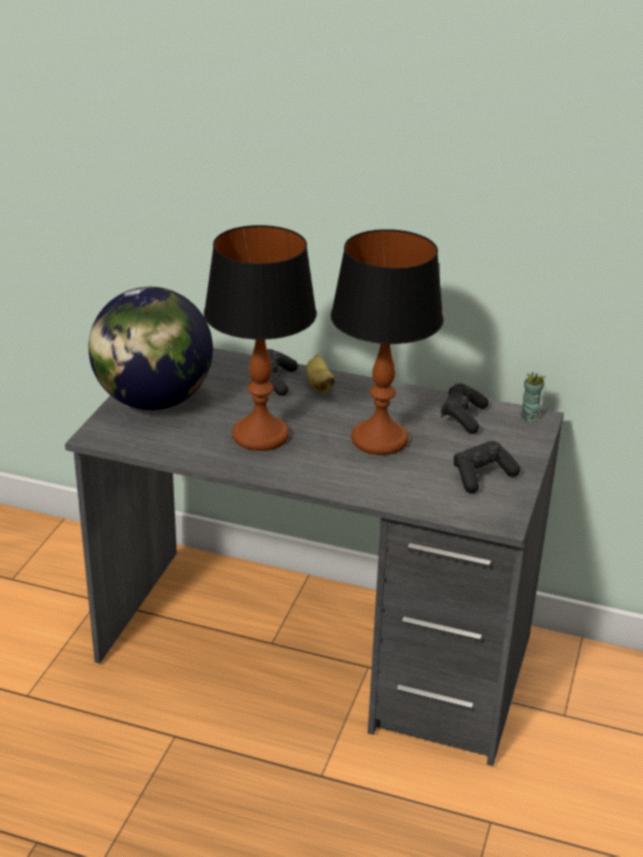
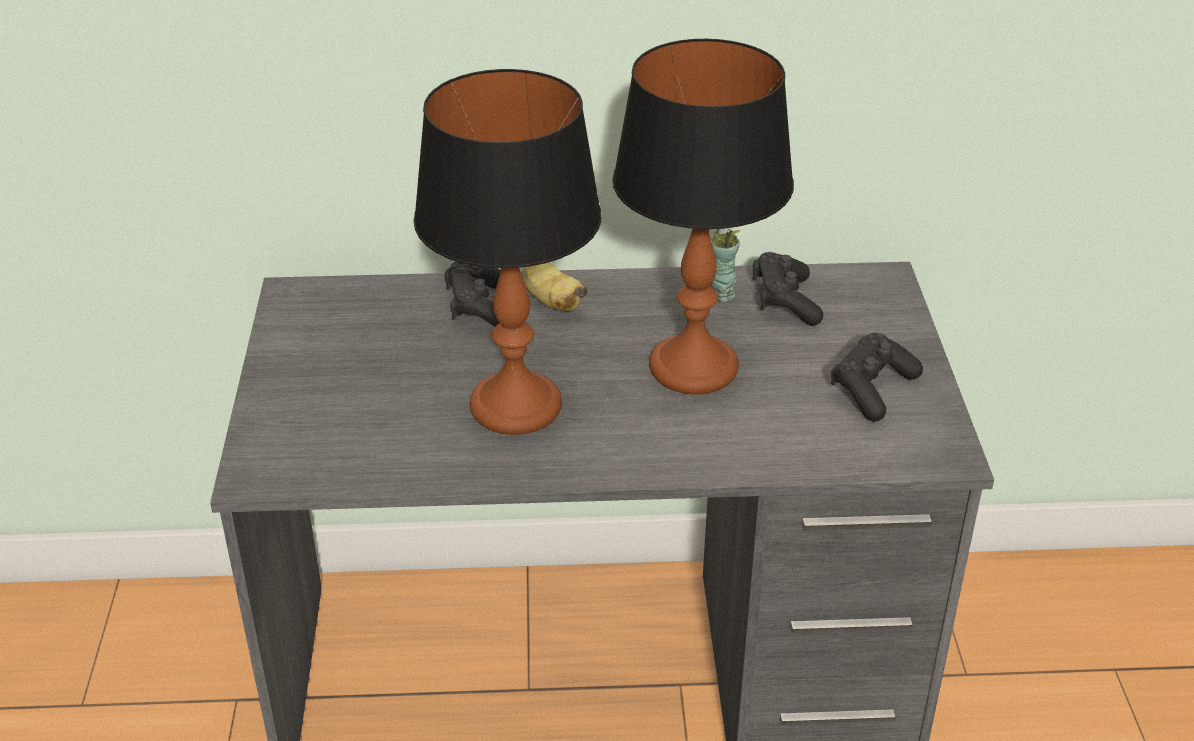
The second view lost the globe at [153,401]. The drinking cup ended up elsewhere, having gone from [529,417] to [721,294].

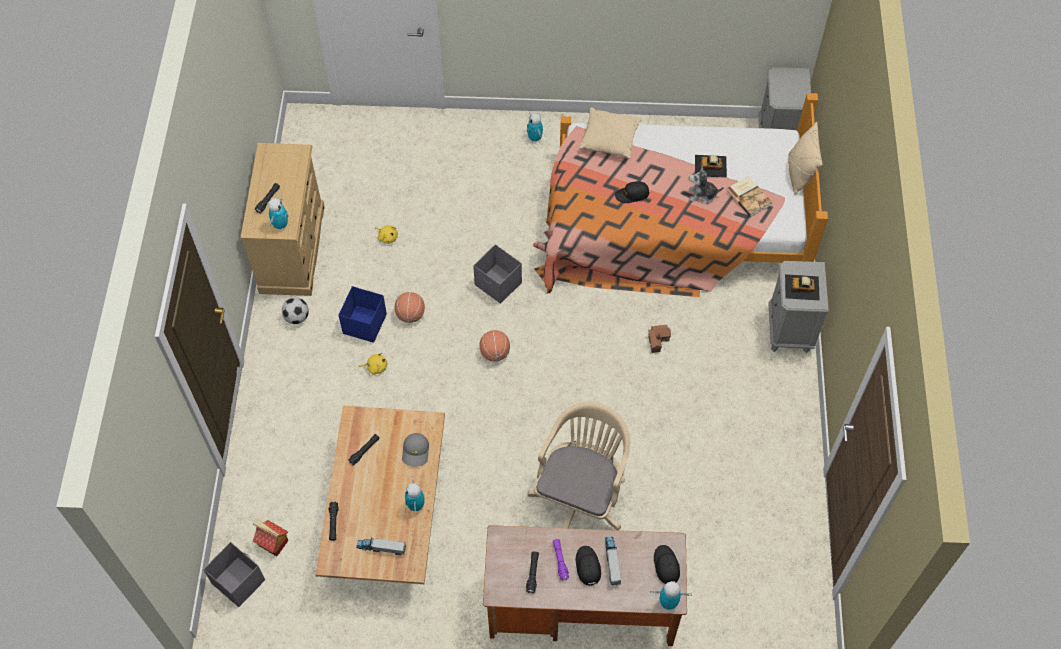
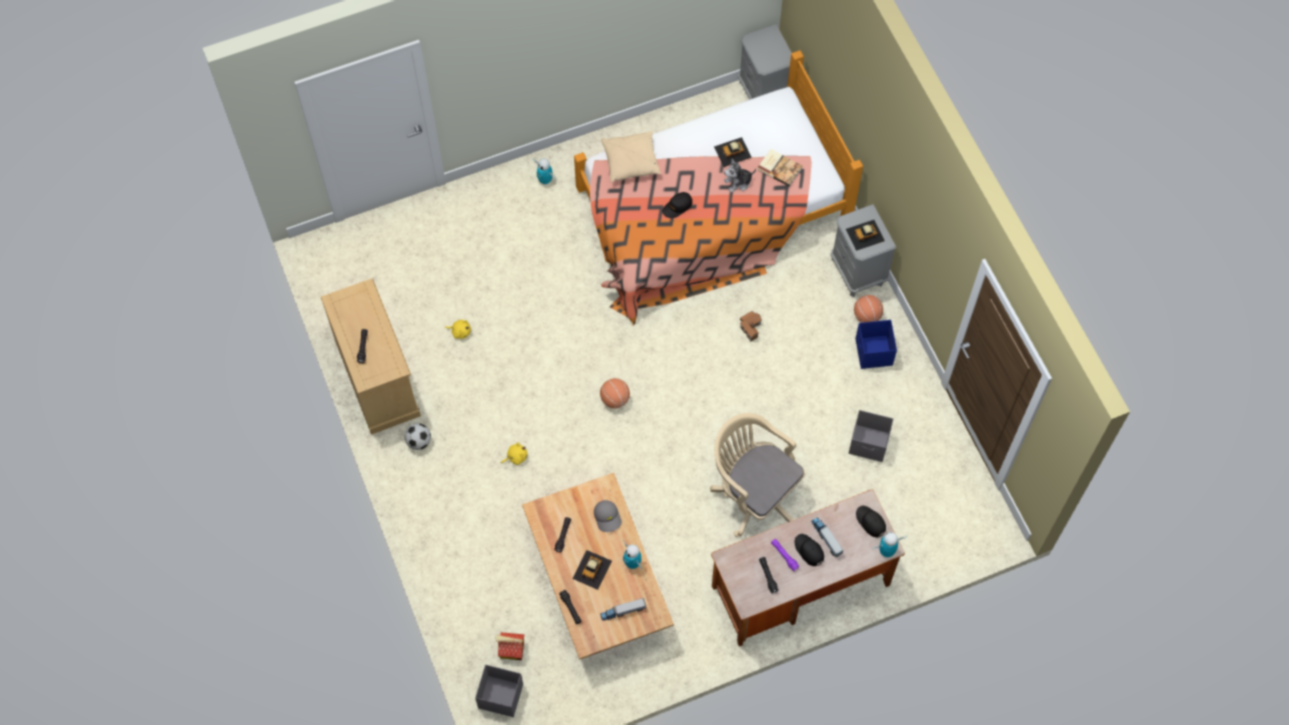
The second view lost the robot figure at [280,225]. The blue-coloured storage box ended up elsewhere, having gone from [364,324] to [873,353]. The basketball ended up elsewhere, having gone from [410,314] to [866,316]. The greyish storage box ended up elsewhere, having gone from [498,284] to [869,444]. The beige-coloured computer chair at [581,496] ended up facing another way, 45 degrees counterclockwise from before. The second view lost the beige-coloured cushion at [799,174]. The second view gained the model car at [592,569].

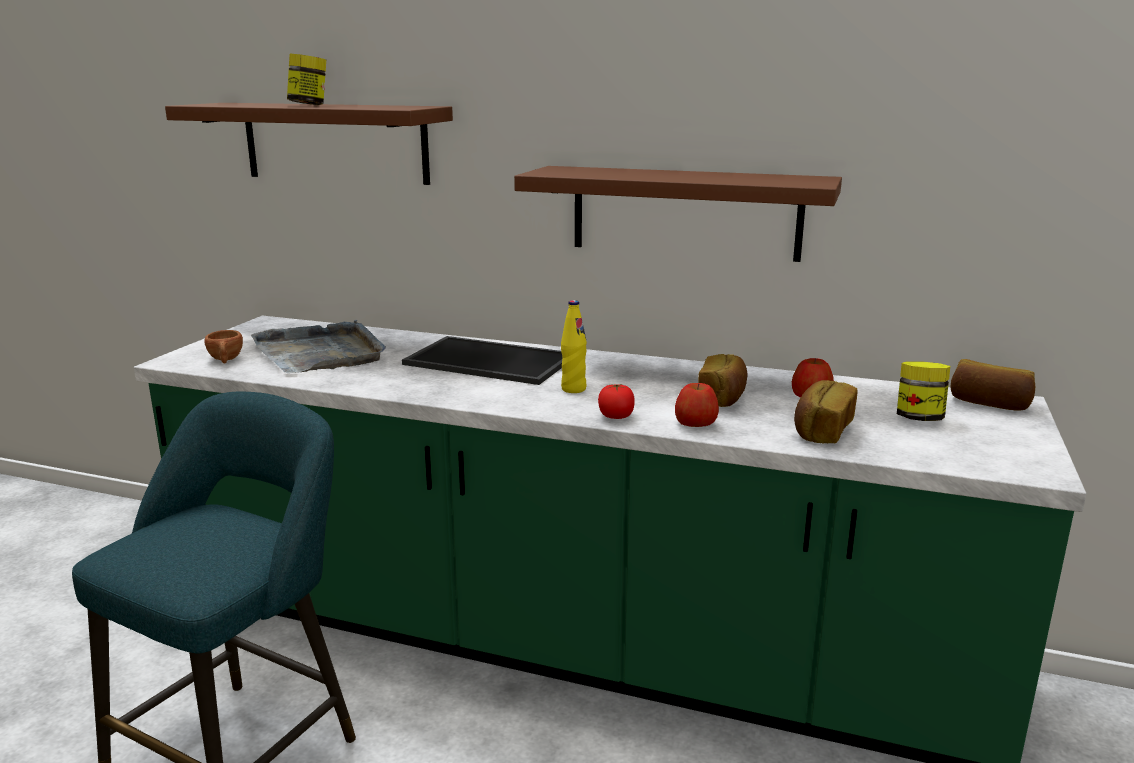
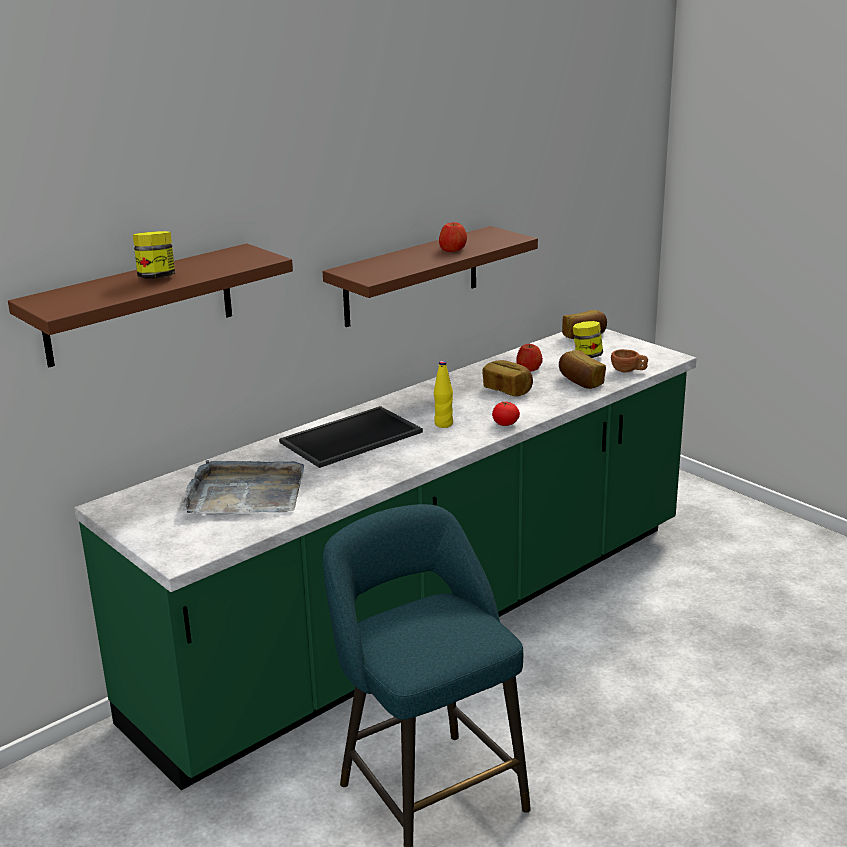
The brownish drinking cup ended up elsewhere, having gone from [226,360] to [628,371]. The apple fruit ended up elsewhere, having gone from [695,423] to [453,249].

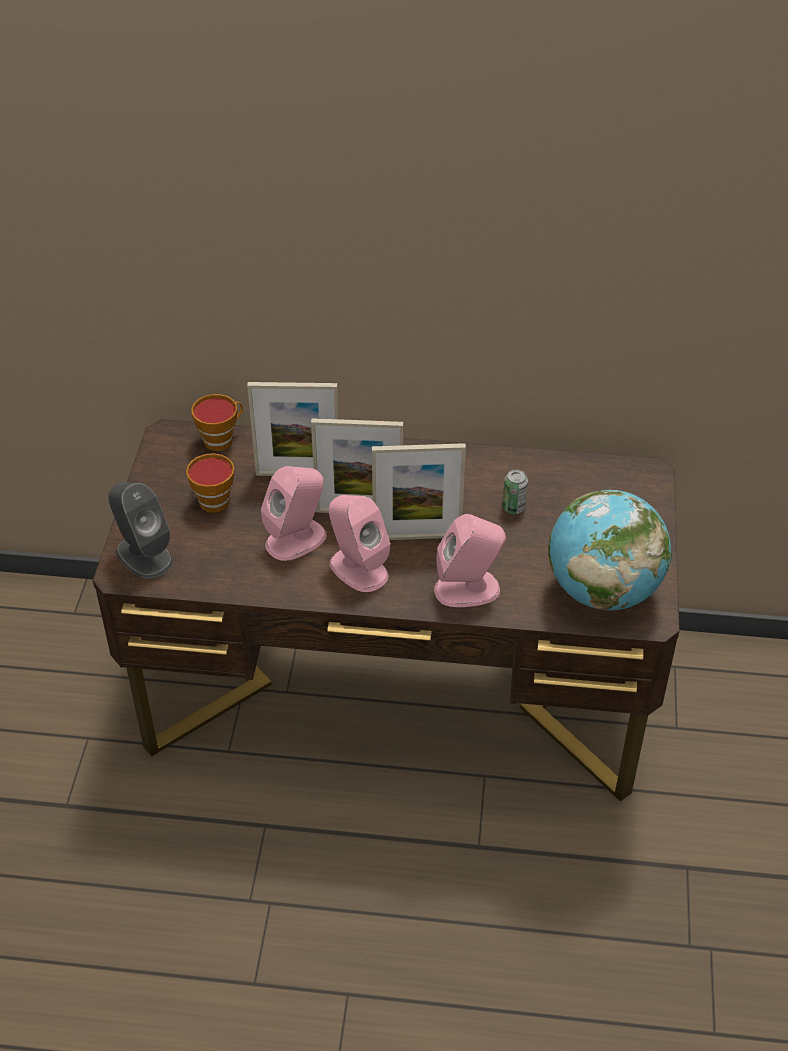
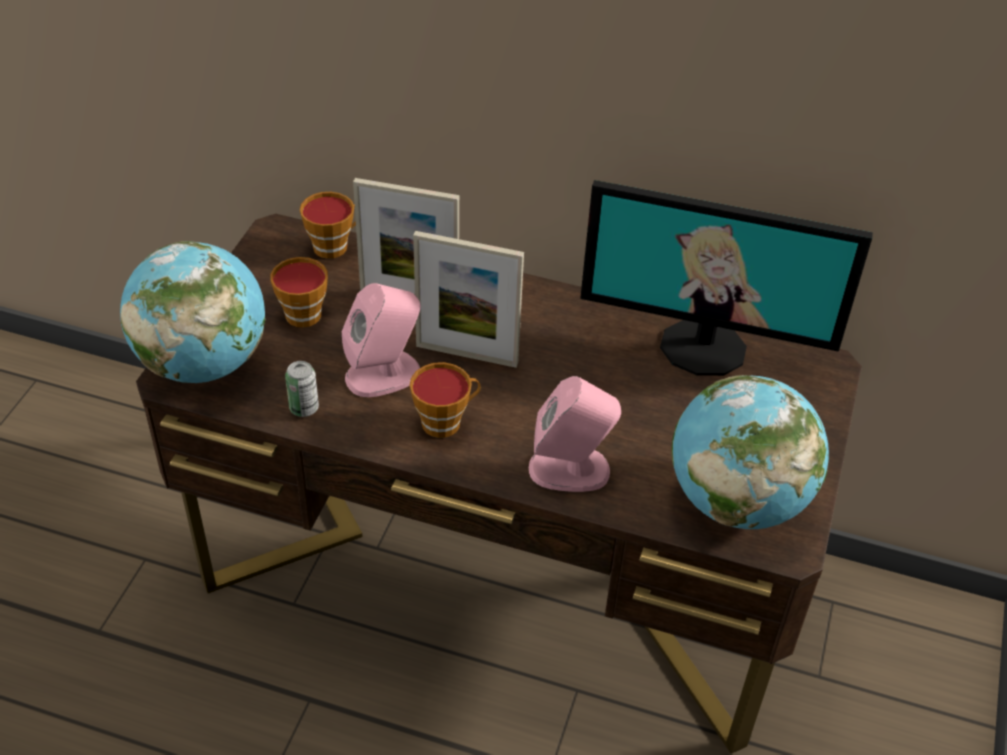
Where the greyish loudspeaker stood at [144,555], the globe came to stand at [203,363]. Where the pink loudspeaker stood at [358,568], the drinking cup came to stand at [445,421]. The second view lost the picture frame at [417,537]. The can ended up elsewhere, having gone from [513,507] to [304,408]. The second view gained the monitor at [703,346].

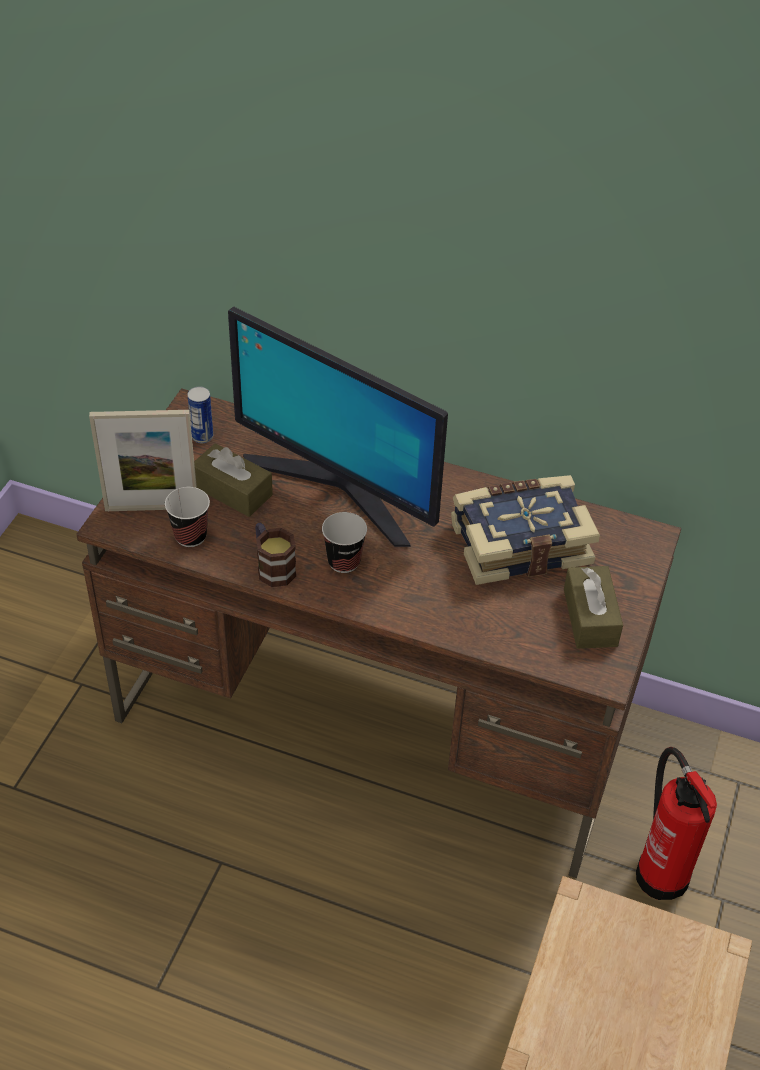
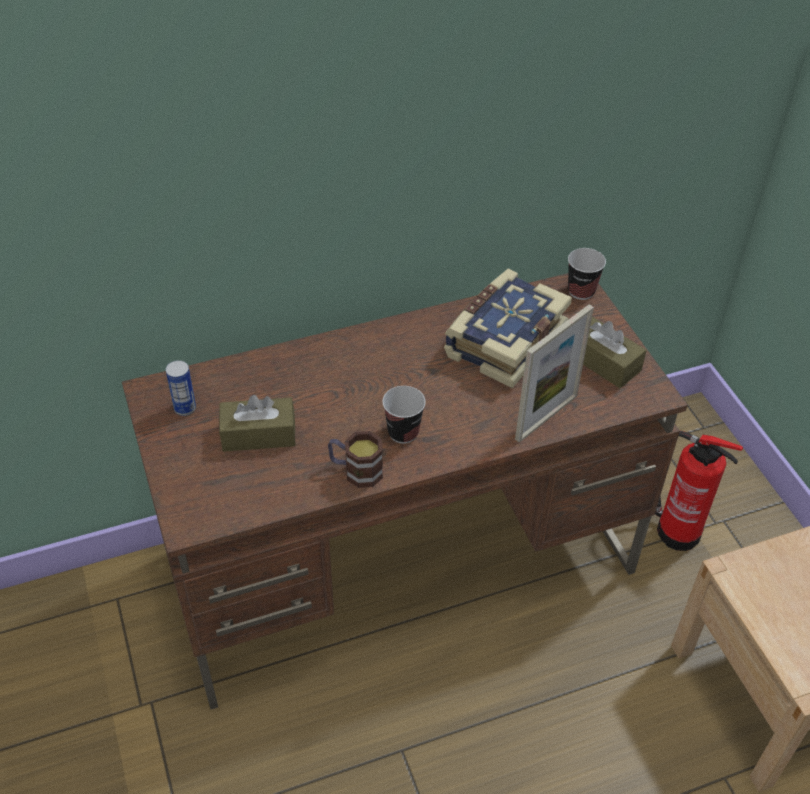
The picture frame ended up elsewhere, having gone from [152,508] to [546,417]. The drinking cup ended up elsewhere, having gone from [190,536] to [581,291]. The second view lost the monitor at [339,489].

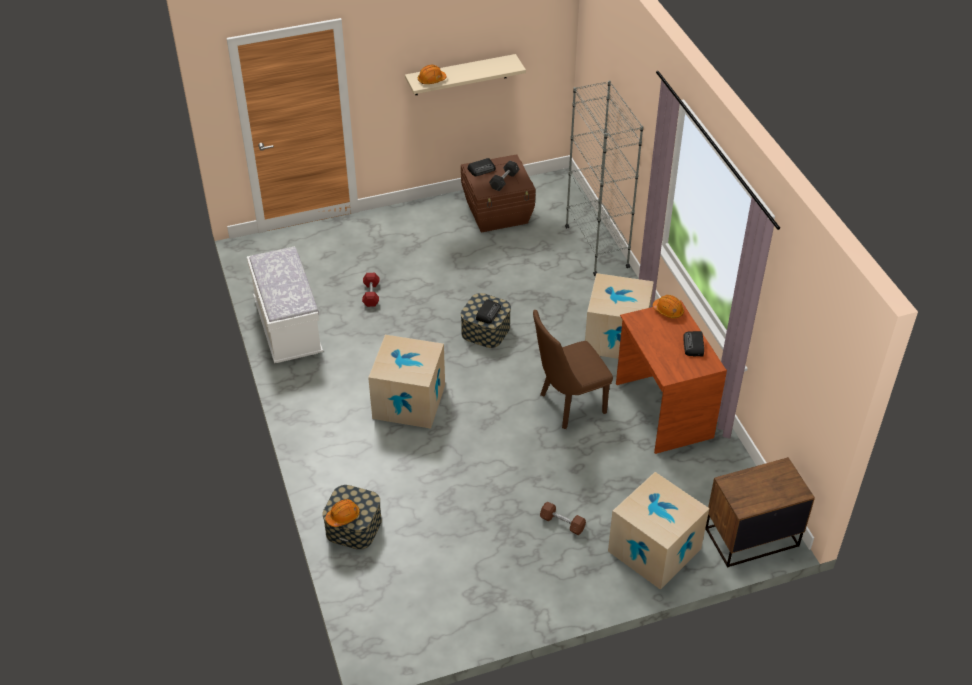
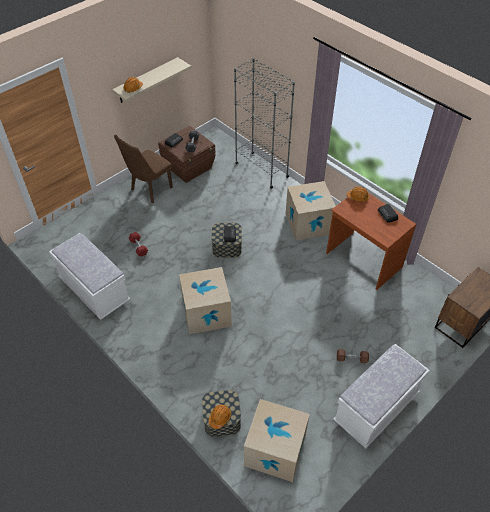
The brownish upright chair ended up elsewhere, having gone from [567,406] to [149,190]. The packing box ended up elsewhere, having gone from [654,550] to [275,450]. The second view gained the white-coloured bench at [376,408].

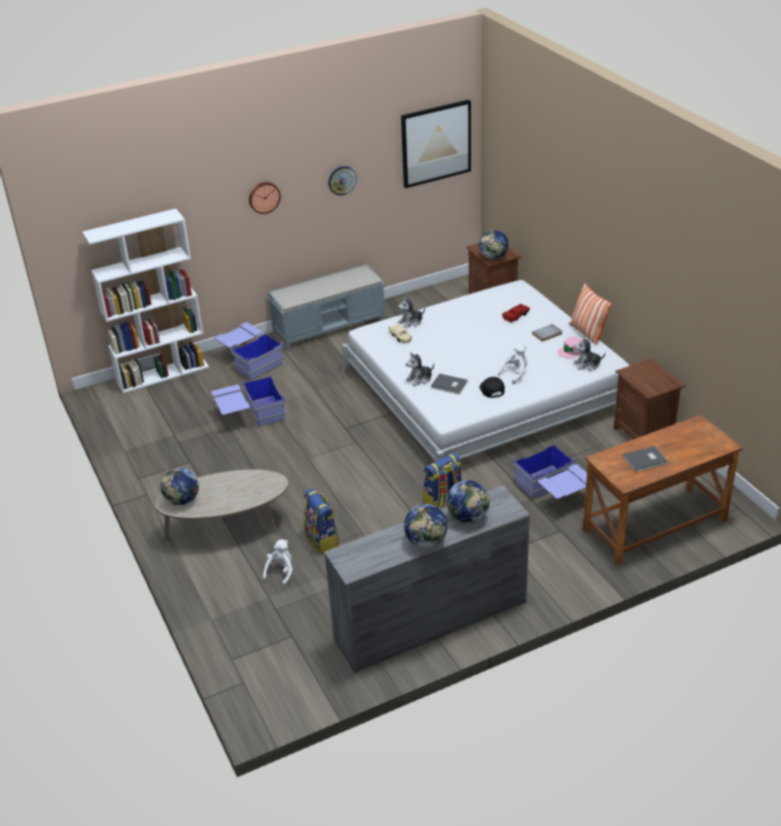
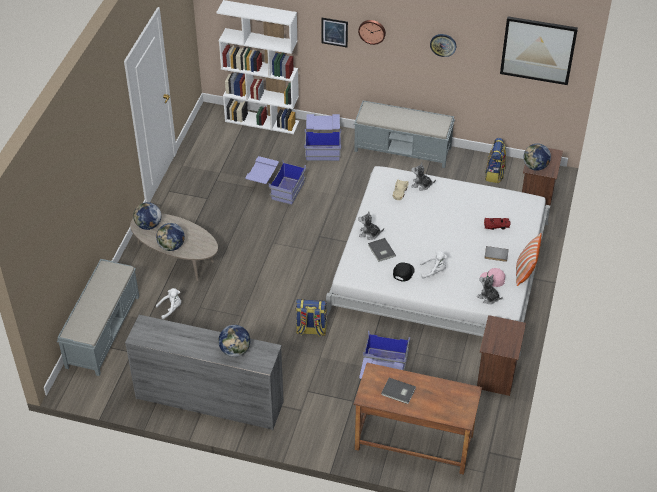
The knapsack ended up elsewhere, having gone from [322,540] to [494,174]. The globe ended up elsewhere, having gone from [426,542] to [171,246]. The second view gained the greyish bench at [103,331]. The second view gained the wall art at [334,32].

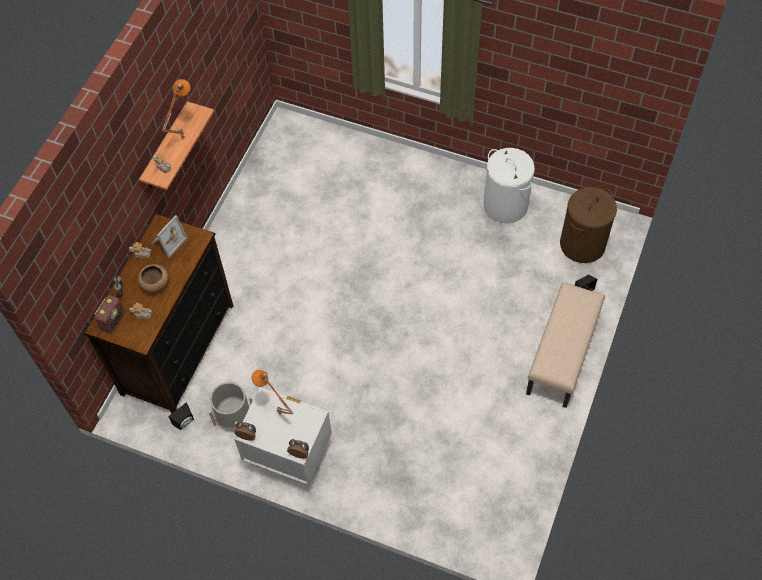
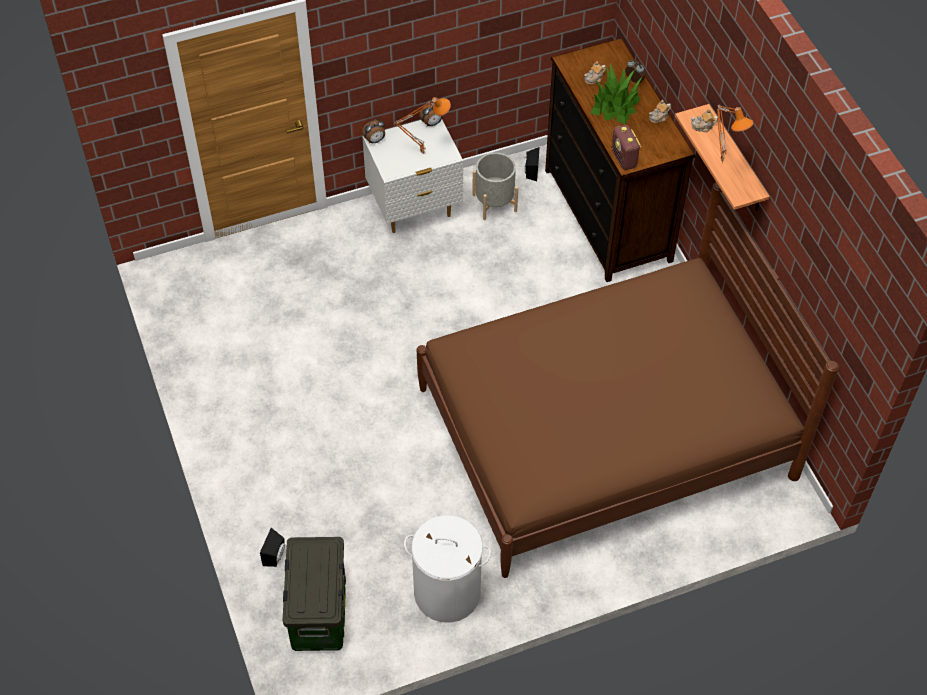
The radio receiver ended up elsewhere, having gone from [113,320] to [624,159]. Where the brownish bowl stood at [155,284], the potted plant came to stand at [615,105]. The second view lost the picture frame at [167,241]. The second view lost the beige-coloured bench at [562,355]. Where the brownish washing basket stood at [582,244], the storage box came to stand at [318,611]. The second view gained the brownish bed at [604,432].

